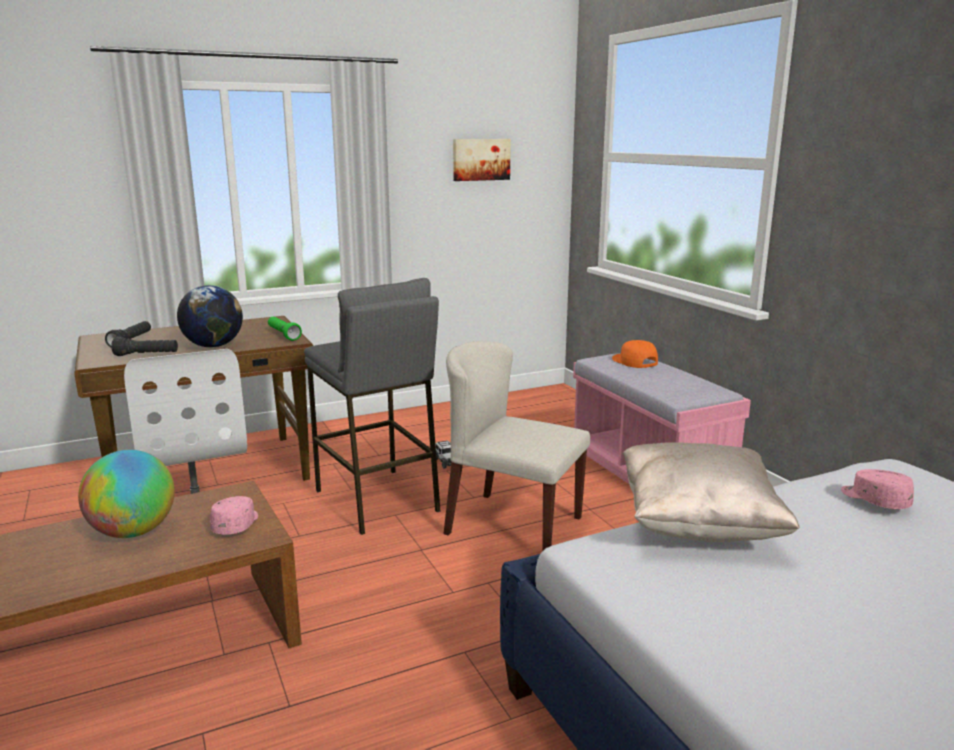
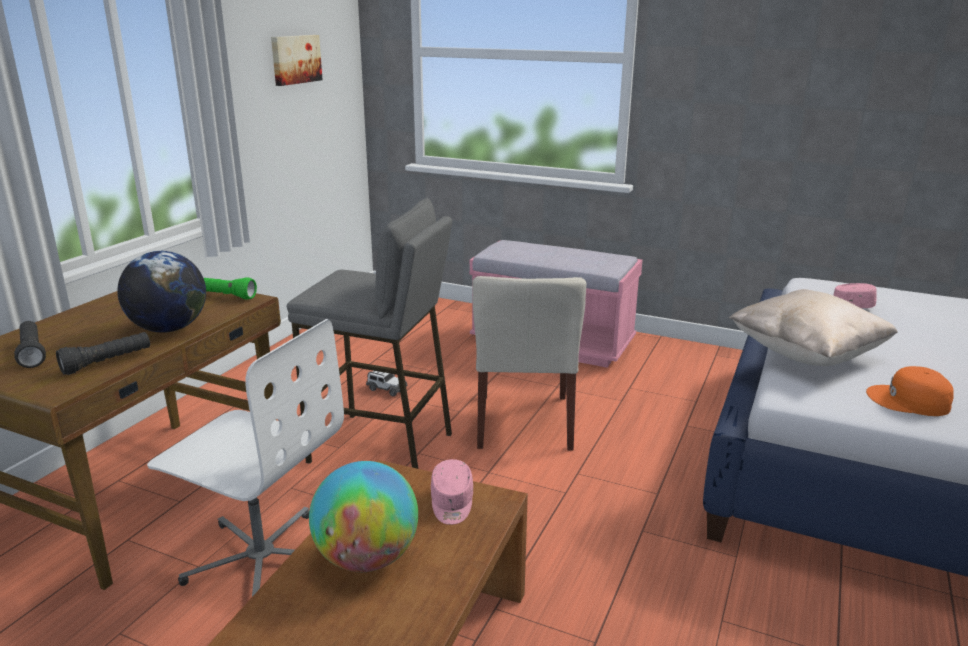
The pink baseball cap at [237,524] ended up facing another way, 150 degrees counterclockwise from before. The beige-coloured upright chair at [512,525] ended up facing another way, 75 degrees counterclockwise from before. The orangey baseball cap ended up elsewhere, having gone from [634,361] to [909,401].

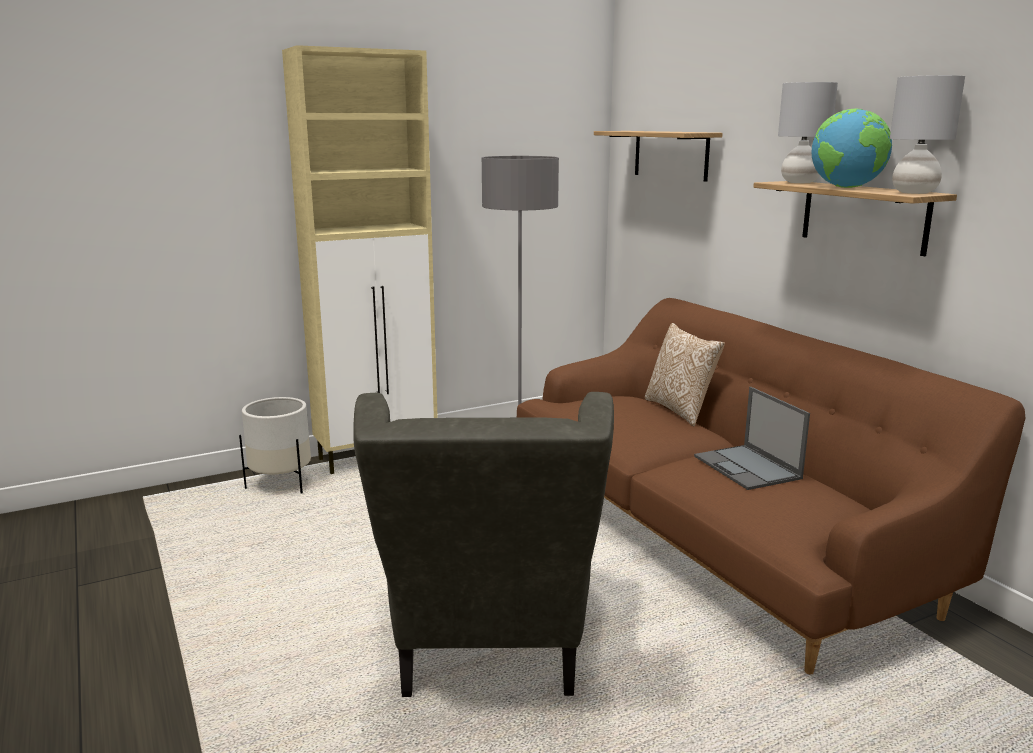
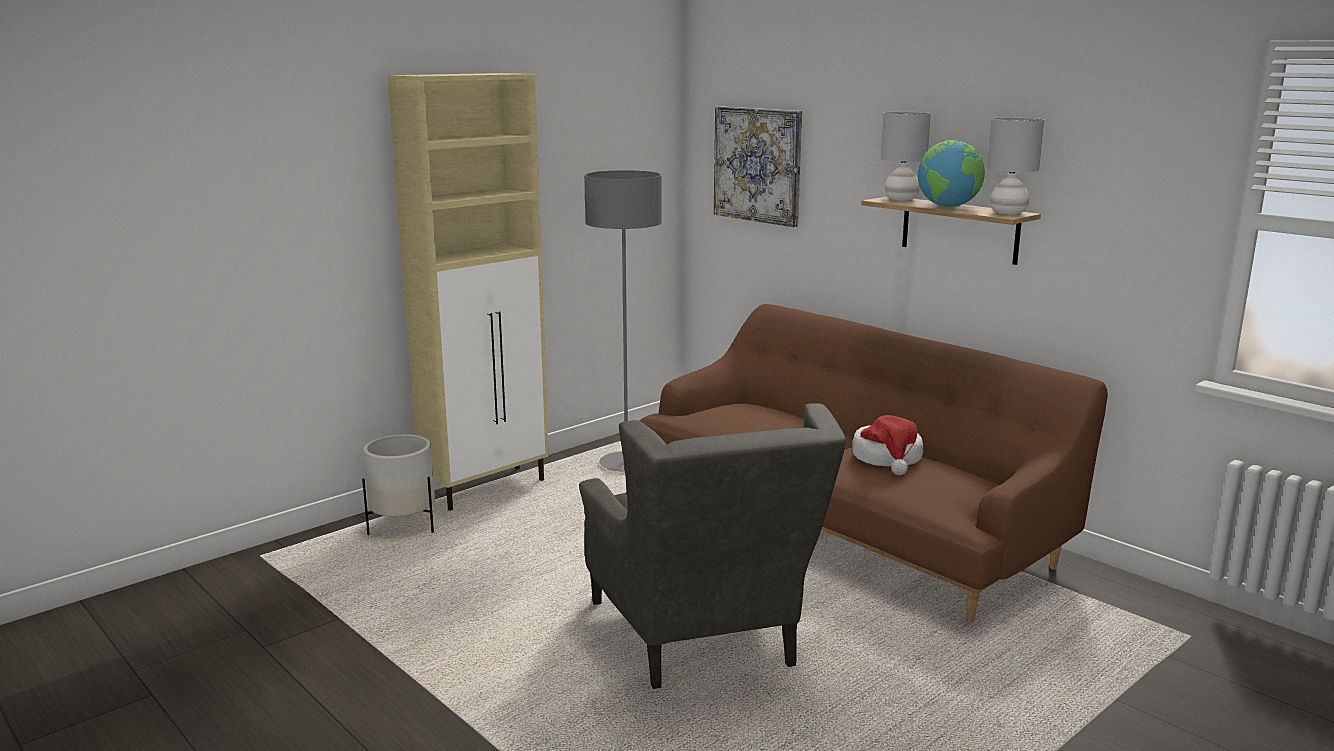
Where the wall shelf hung at [670,154], the wall art came to hang at [757,165]. The second view lost the cushion at [680,410]. Where the notebook computer stood at [748,468], the clothing hat came to stand at [888,458].

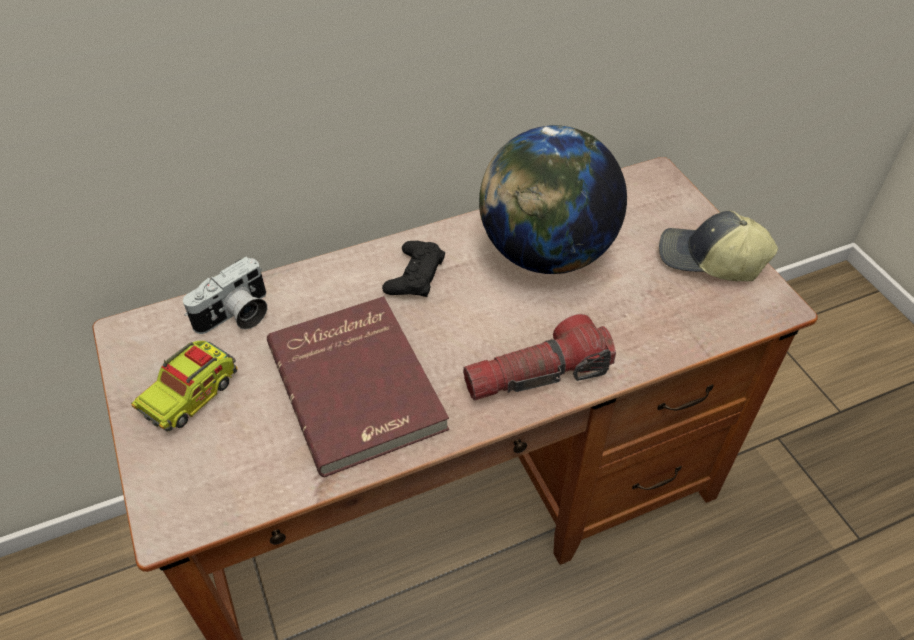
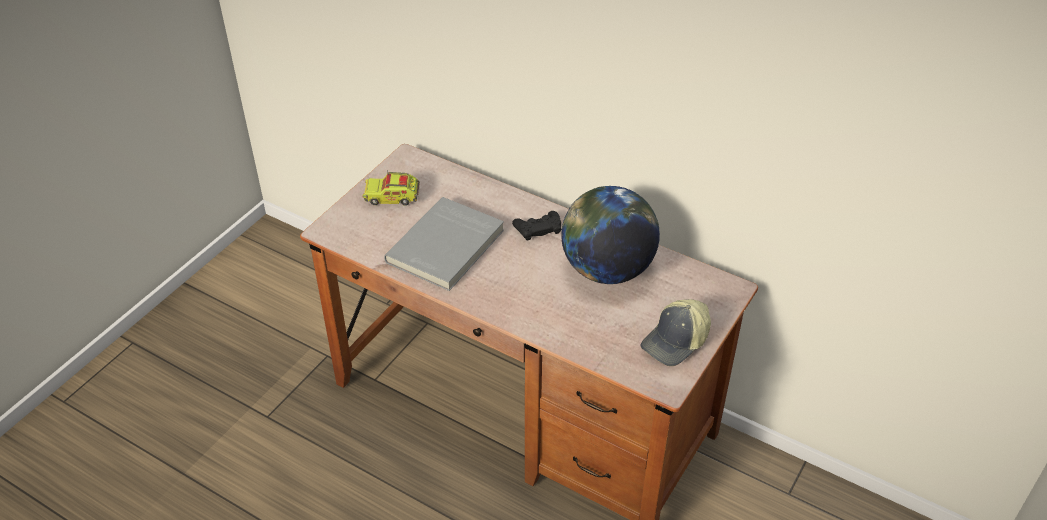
The second view lost the still camera at [236,316]. What was the red-coloured bound book at [359,385] turned into the greyish bound book at [447,247]. The second view lost the hand torch at [537,375]. The baseball cap at [709,260] ended up facing another way, 120 degrees counterclockwise from before.

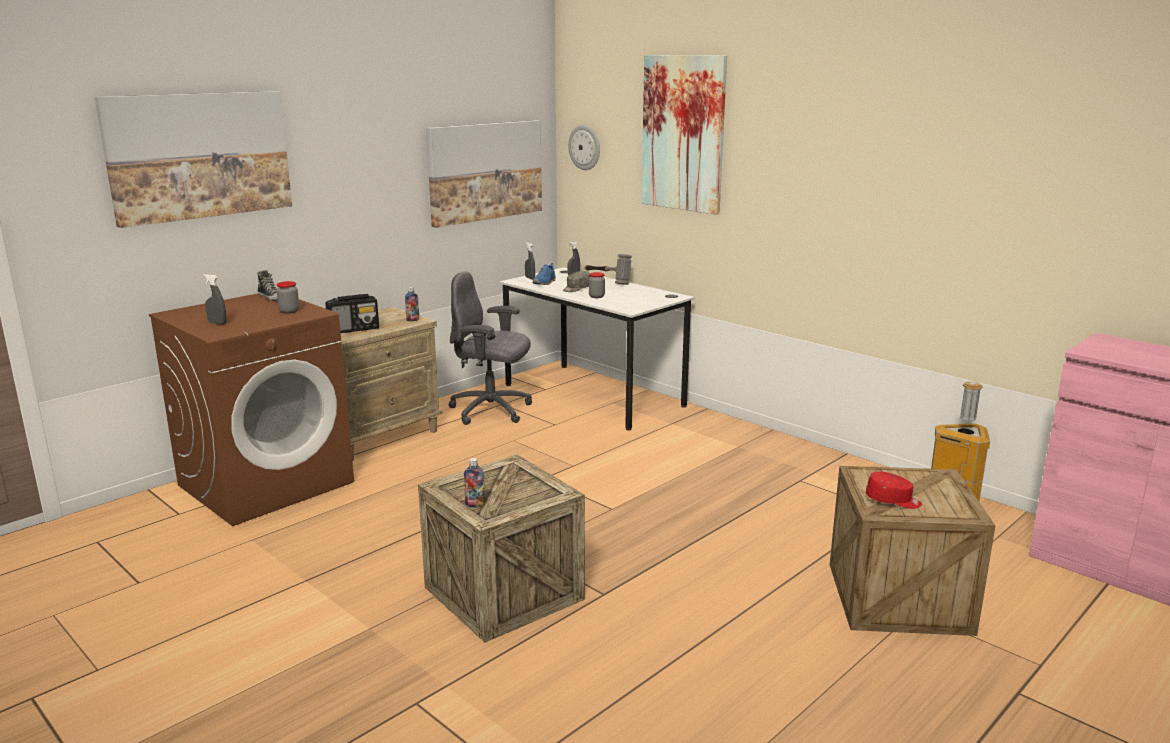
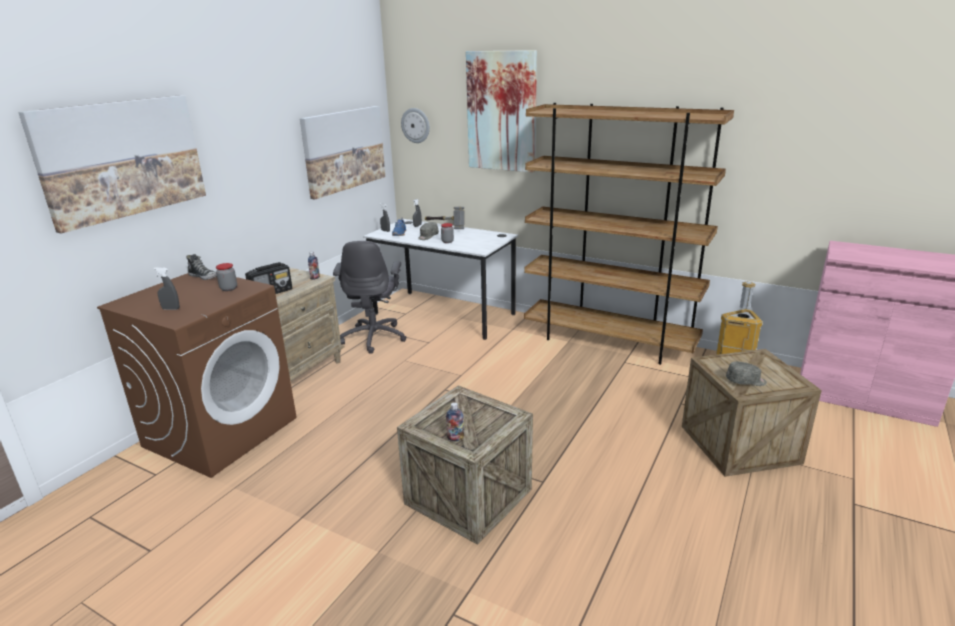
The greyish computer chair at [491,411] ended up facing another way, 90 degrees counterclockwise from before. What was the red-coloured baseball cap at [893,501] turned into the greyish baseball cap at [746,381]. The second view gained the brownish shelving unit at [609,342].

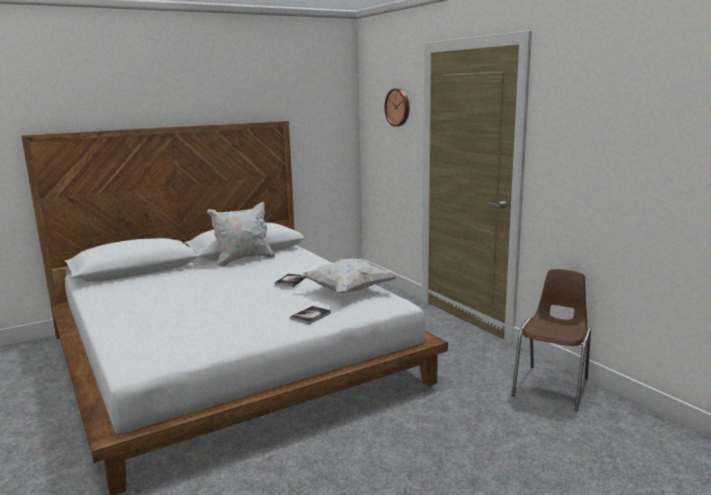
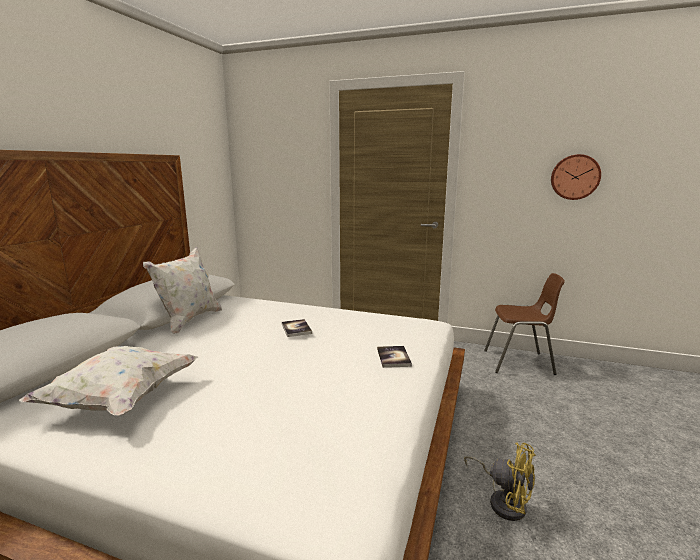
The white-coloured cushion ended up elsewhere, having gone from [349,291] to [121,400]. The clock on the wall ended up elsewhere, having gone from [398,107] to [575,177]. The brownish upright chair at [552,387] ended up facing another way, 105 degrees clockwise from before. The second view gained the yellow-coloured cooling fan at [503,501].

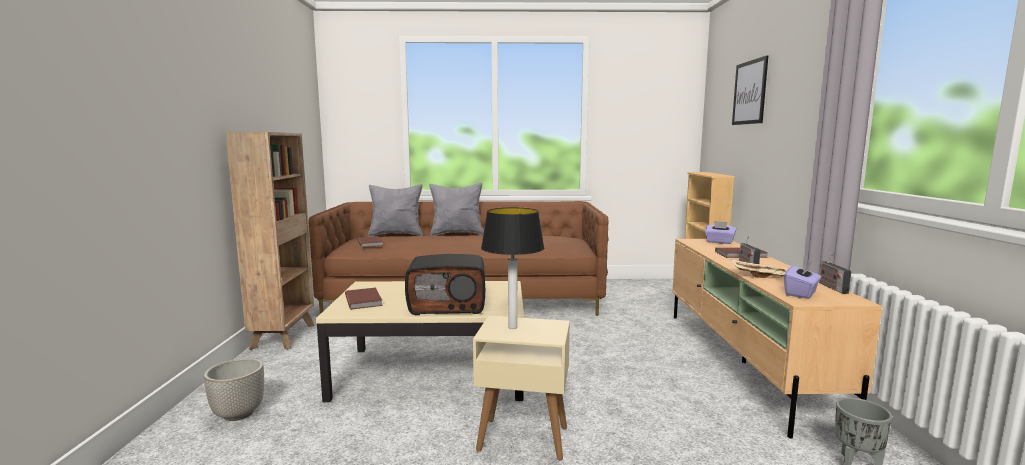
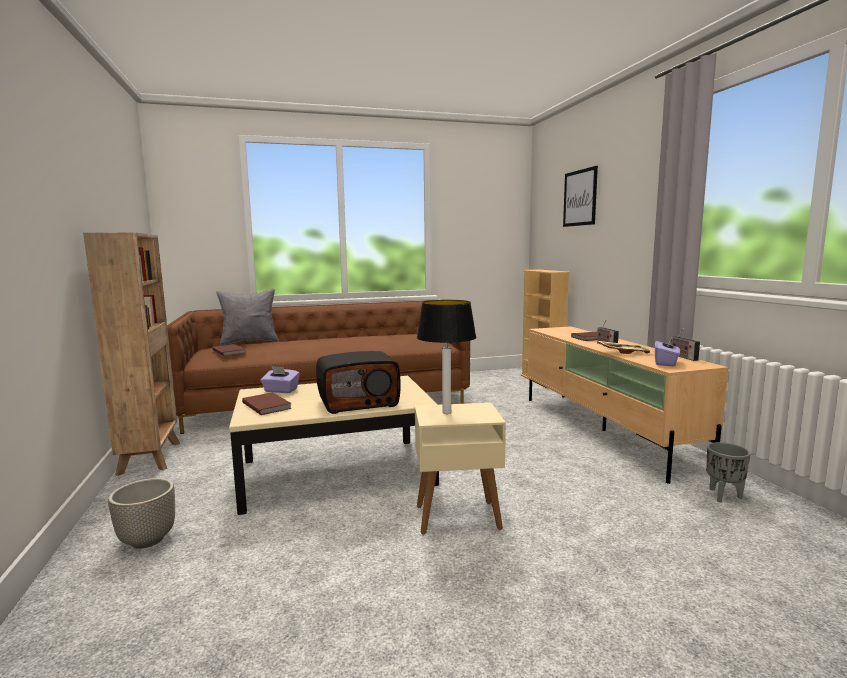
The second view lost the greyish cushion at [457,234]. The purplish box of tissues ended up elsewhere, having gone from [719,242] to [280,390].

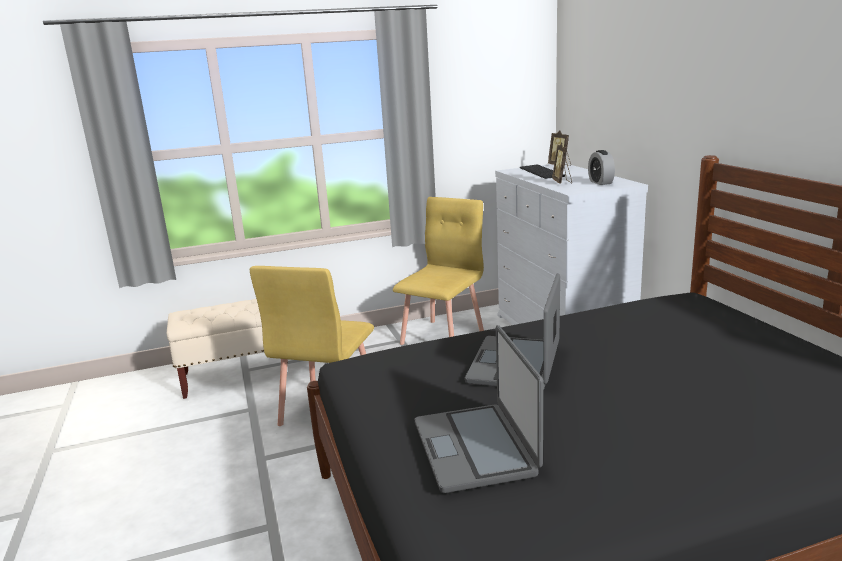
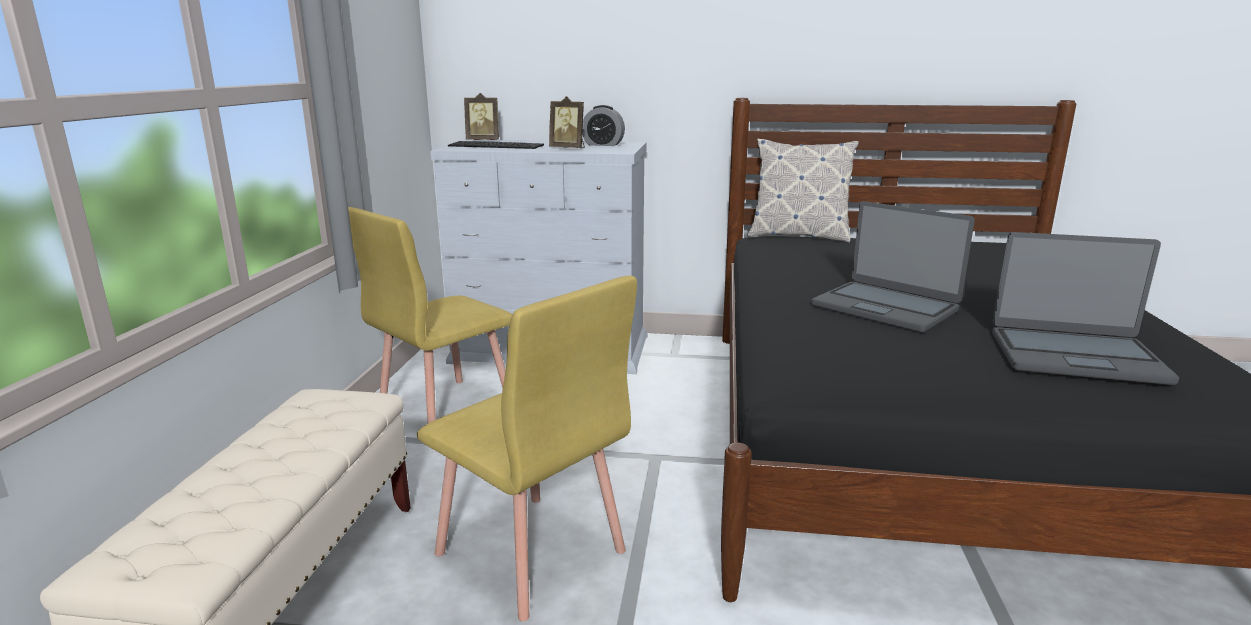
The yellow-coloured upright chair at [443,337] ended up facing another way, 105 degrees counterclockwise from before. The second view gained the cushion at [798,236].

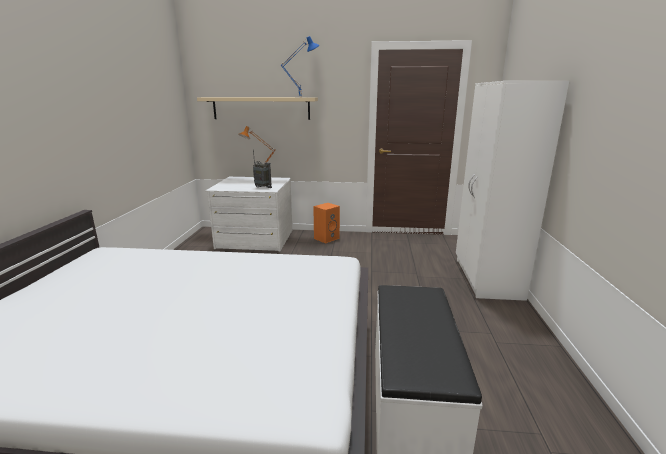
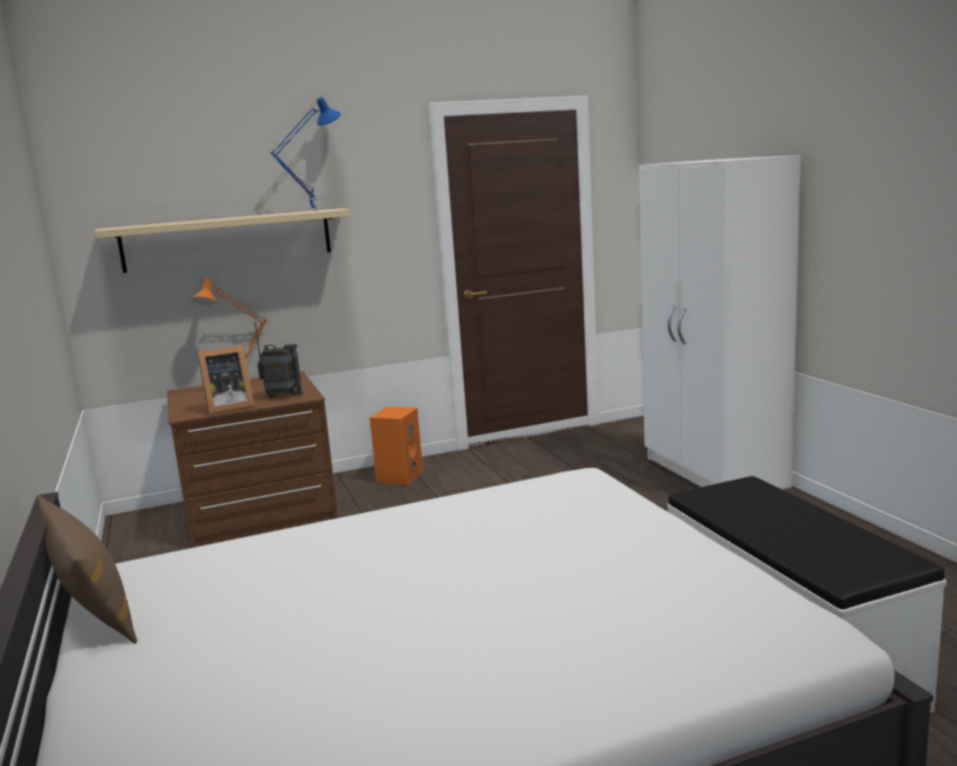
What was the white-coloured chest of drawers at [255,239] turned into the brownish chest of drawers at [259,511]. The second view gained the brownish cushion at [91,608]. The second view gained the picture frame at [227,407].

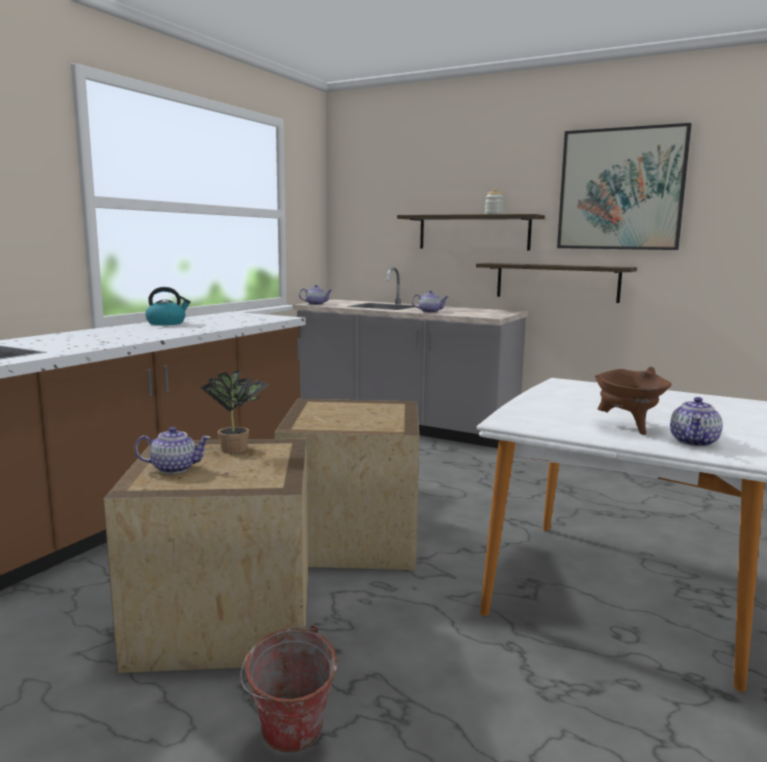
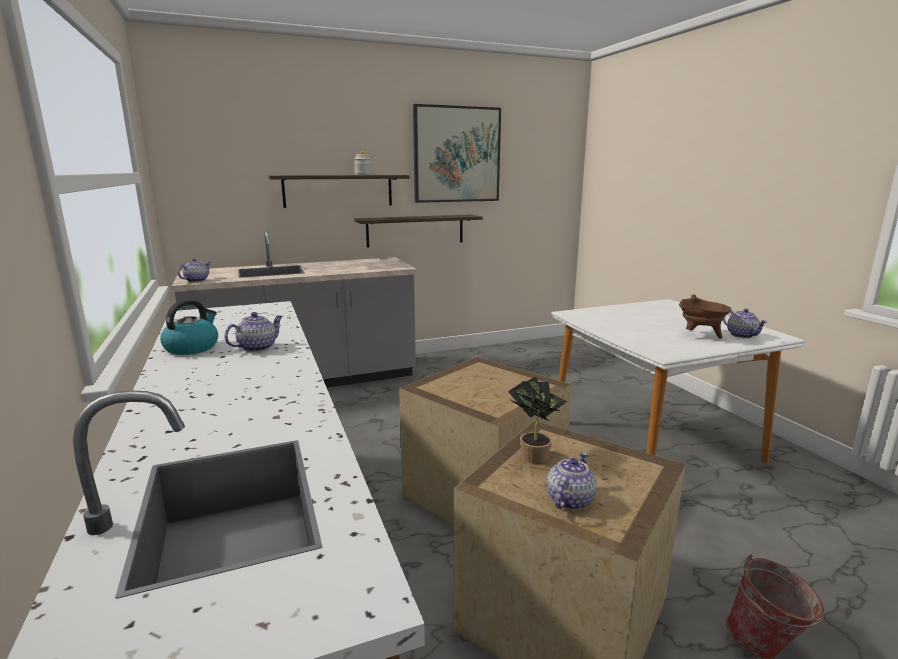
The teapot ended up elsewhere, having gone from [430,312] to [257,347].

